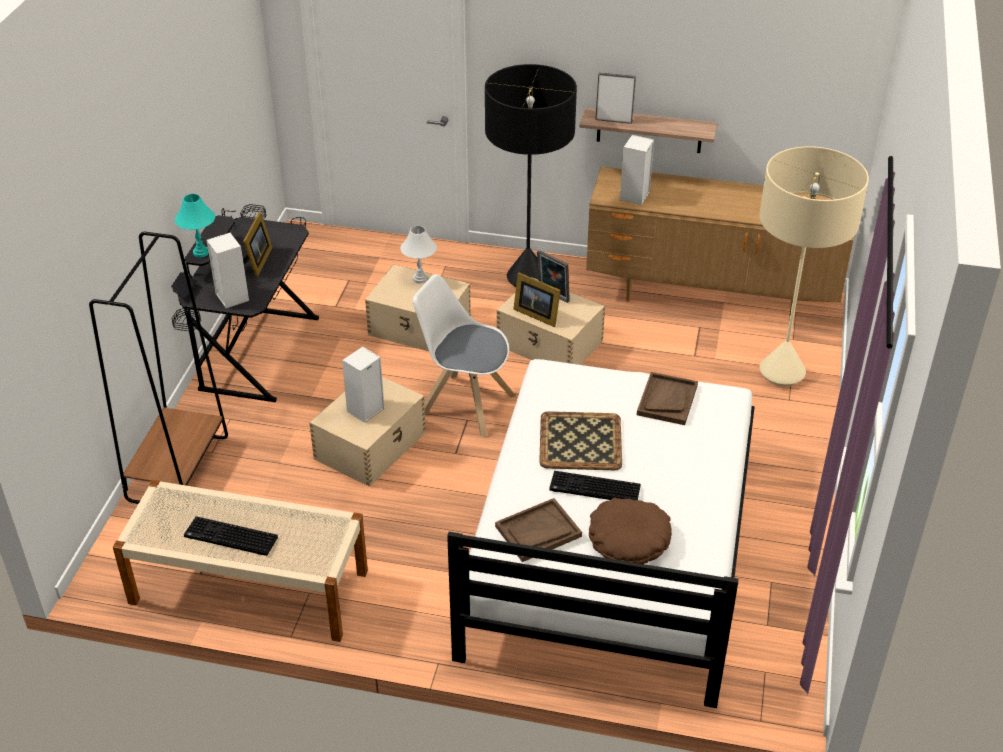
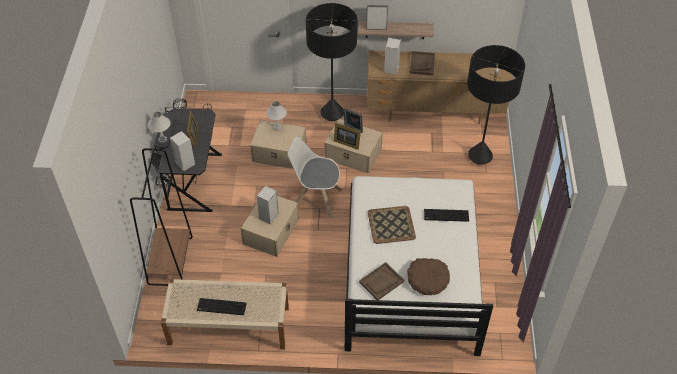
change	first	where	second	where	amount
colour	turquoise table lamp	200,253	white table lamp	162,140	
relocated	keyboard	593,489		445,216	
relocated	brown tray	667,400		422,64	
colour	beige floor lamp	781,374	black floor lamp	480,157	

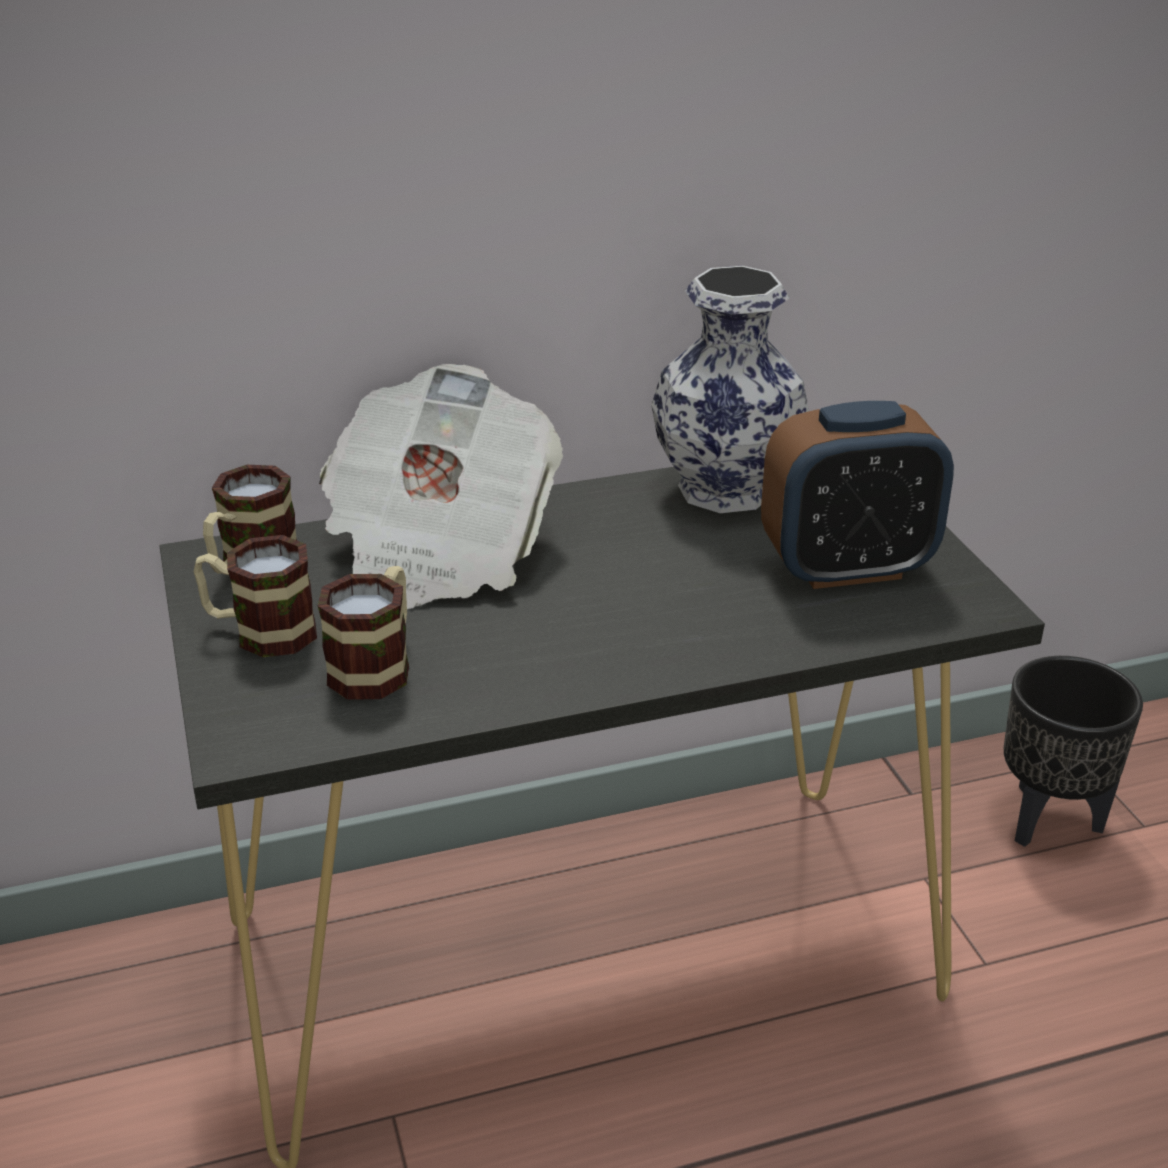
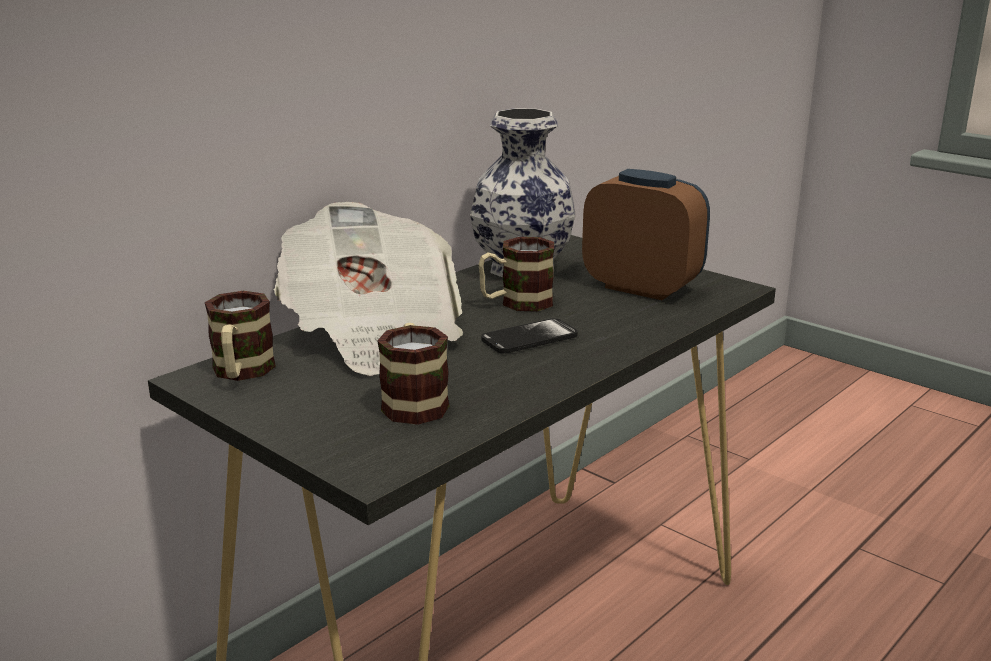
change	first	where	second	where	amount
relocated	mug	260,631		516,303	
spun	alarm clock	847,568		642,288	105 degrees counterclockwise
missing	black planter	1047,820			
appeared			phone	529,338	

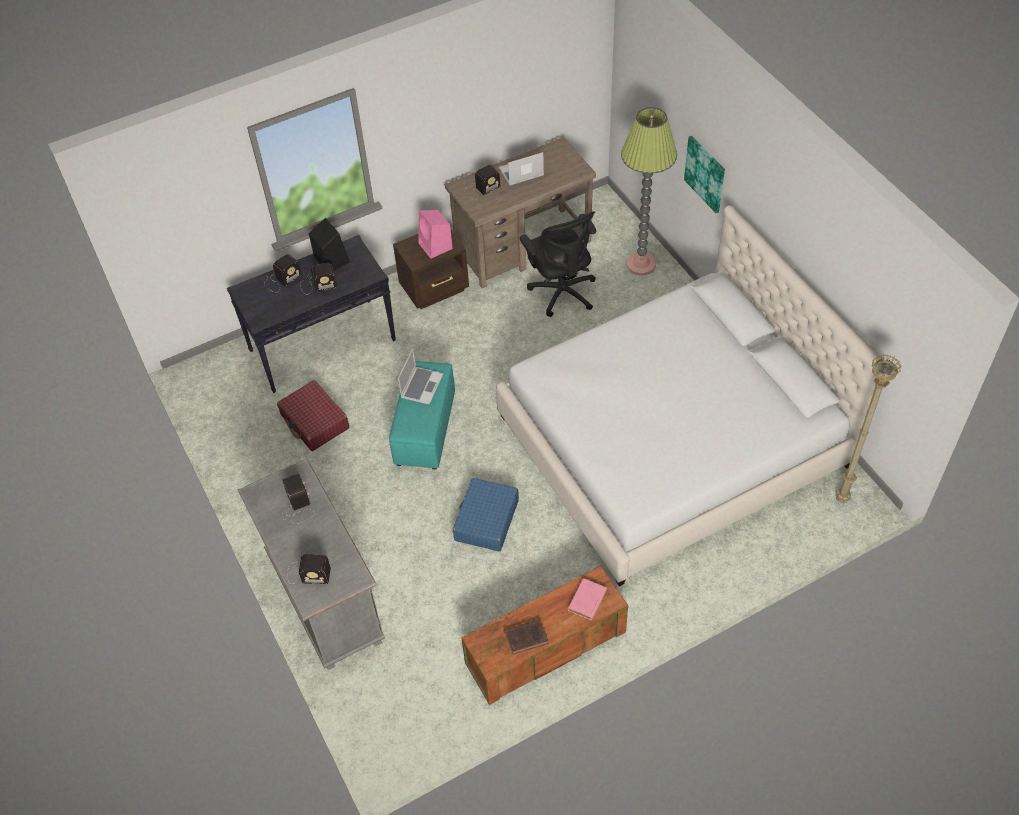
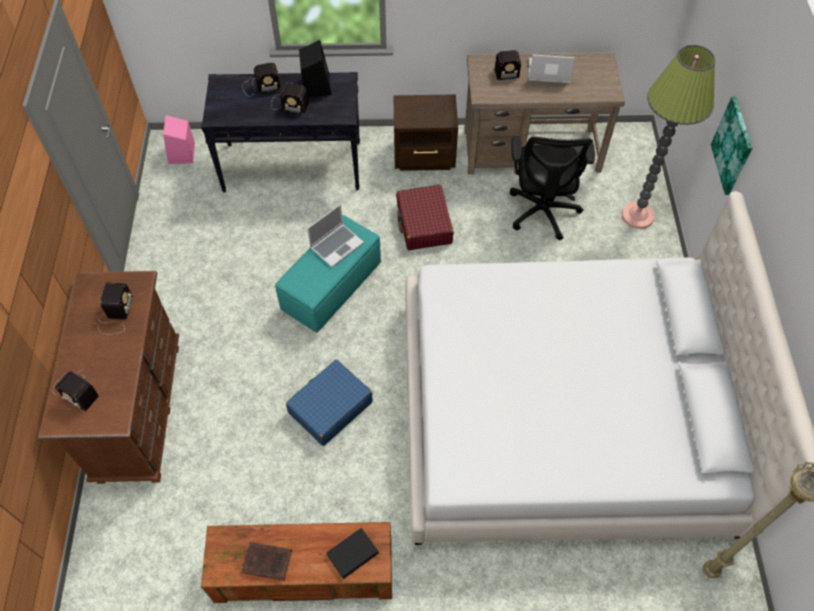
change	first	where	second	where	amount
colour	grey dresser	325,599	brown dresser	139,411	
relocated	red suitcase	315,422		424,224	
relocated	pink speaker	436,246		182,154	
colour	pink book	587,601	black book	351,555	

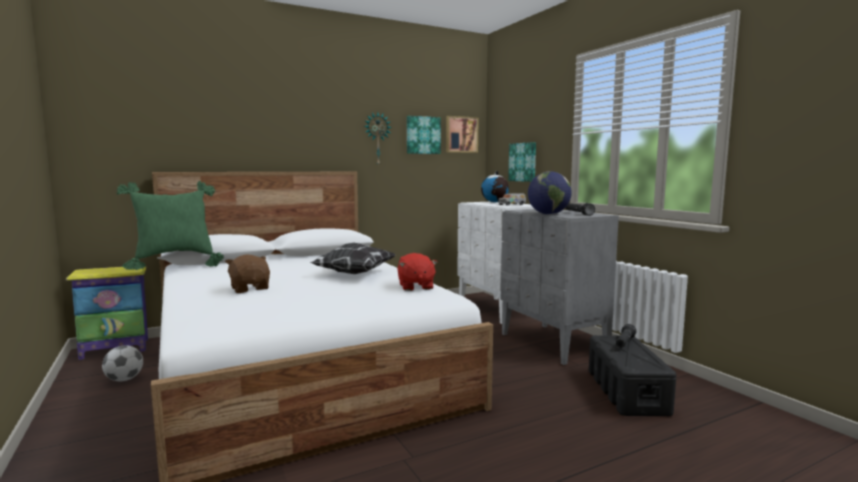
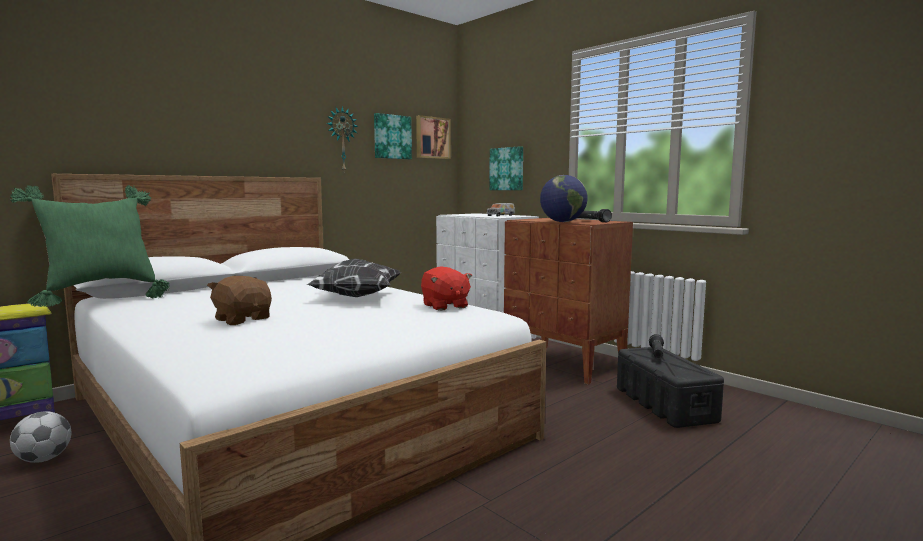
change	first	where	second	where	amount
missing	globe	494,202			
colour	grey dresser	552,344	brown dresser	563,364	

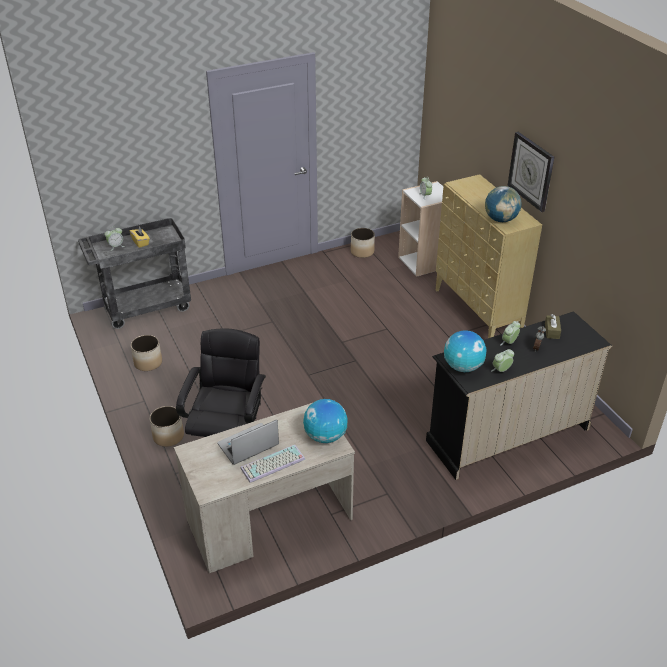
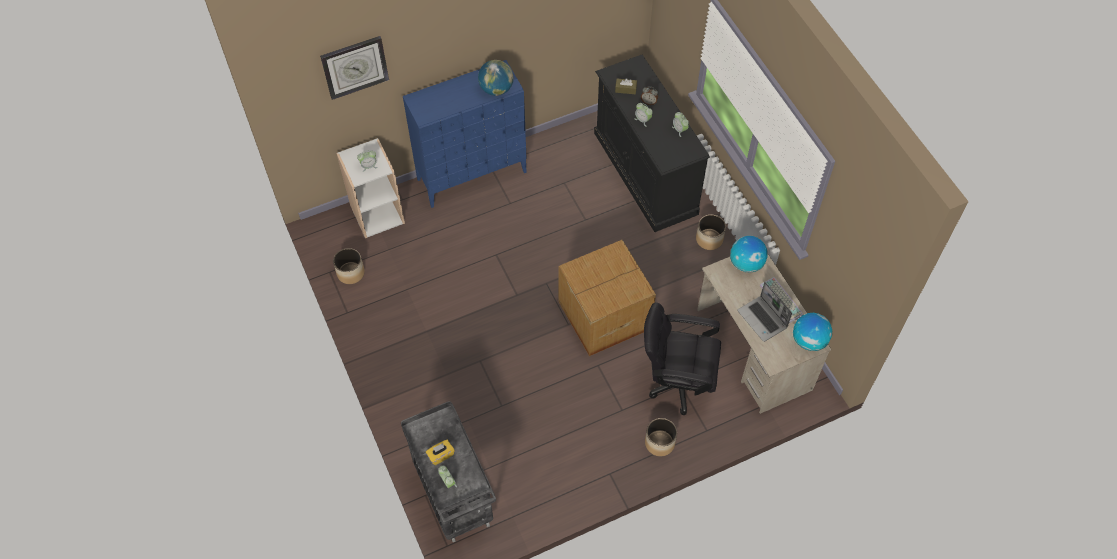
change	first	where	second	where	amount
relocated	planter	148,363		709,239	
colour	beige dresser	476,313	blue dresser	473,176	
relocated	globe	463,367		809,340	
relocated	wall clock	531,171		355,67	
appeared			cardboard box	602,315	

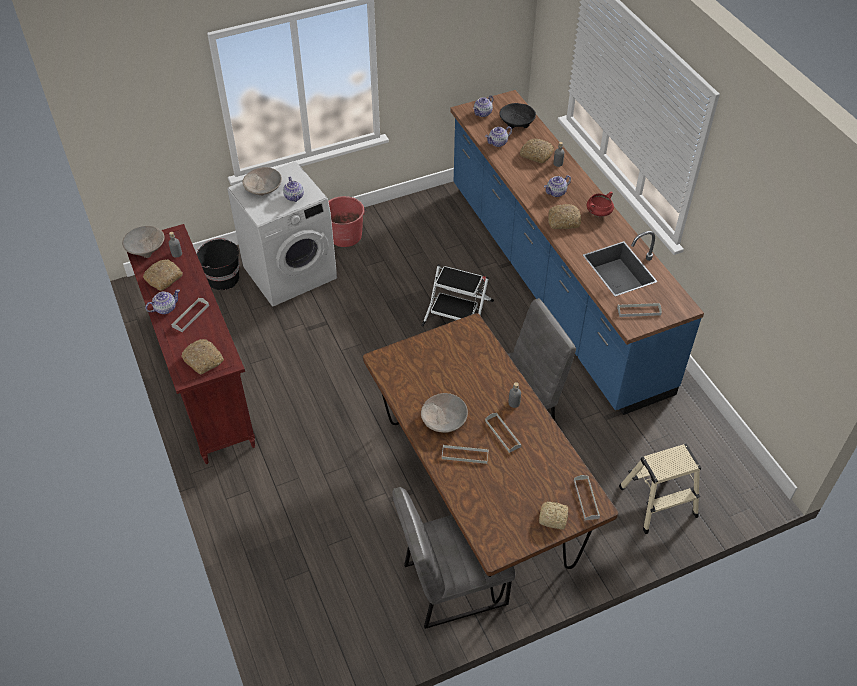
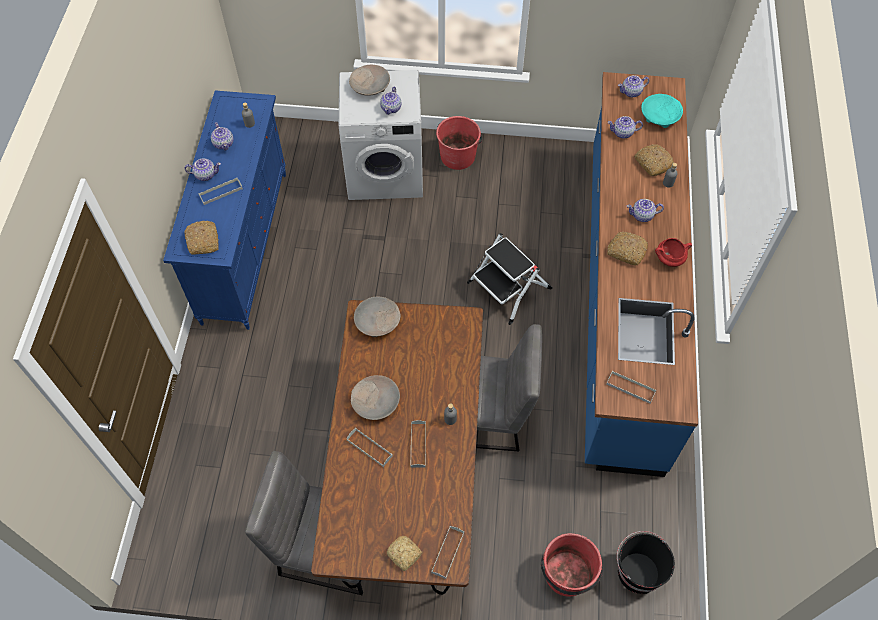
change	first	where	second	where	amount
relocated	beige bowl	145,247		377,322	
colour	red dresser	202,383	blue dresser	244,246	
exchanged	bread	164,278	teapot	223,143	
relocated	black bucket	222,278		637,572	
colour	black bowl	516,121	turquoise bowl	659,116	
exchanged	beige step ladder	657,501	red bucket	567,575	

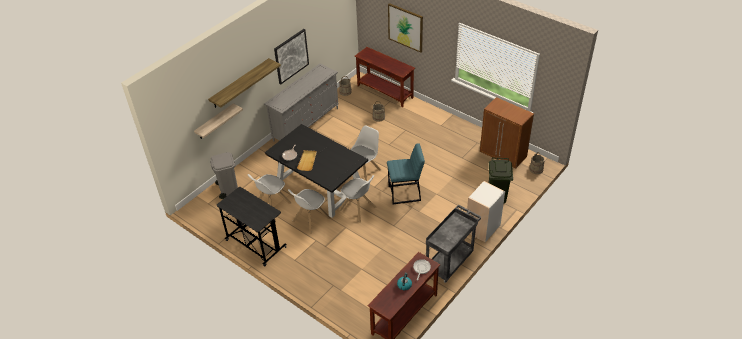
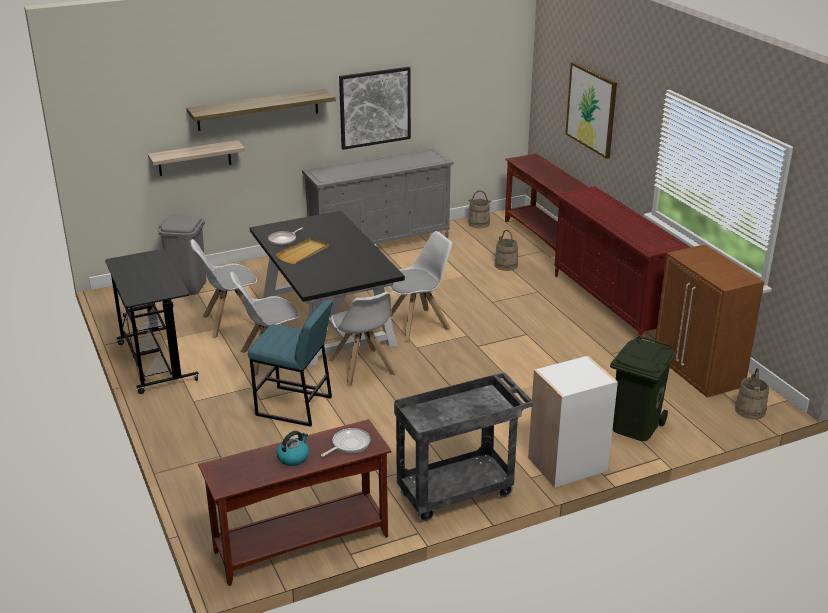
change	first	where	second	where	amount
relocated	blue stool	405,193		296,406	
appeared			red dresser	611,304	

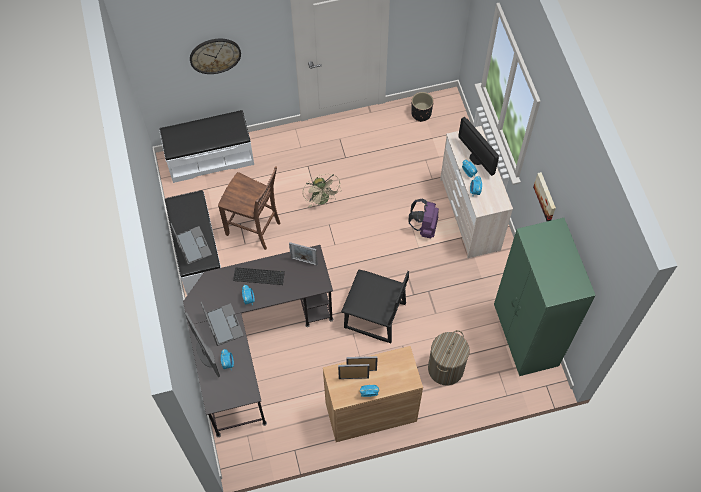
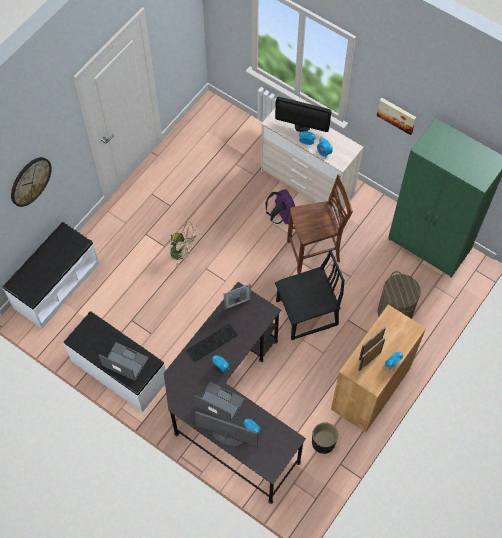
change	first	where	second	where	amount
relocated	brown chair	254,229		315,252	
relocated	black planter	421,113		323,442	

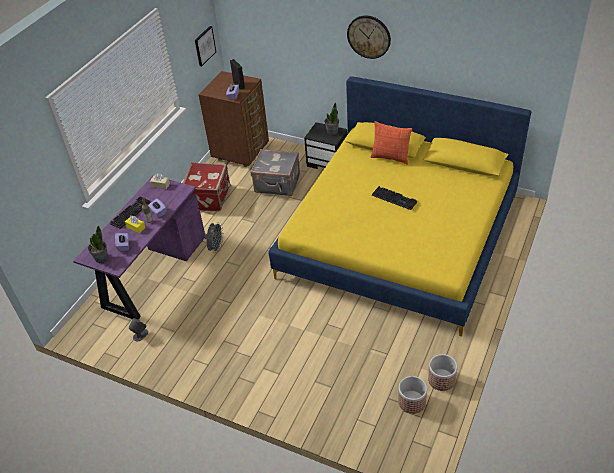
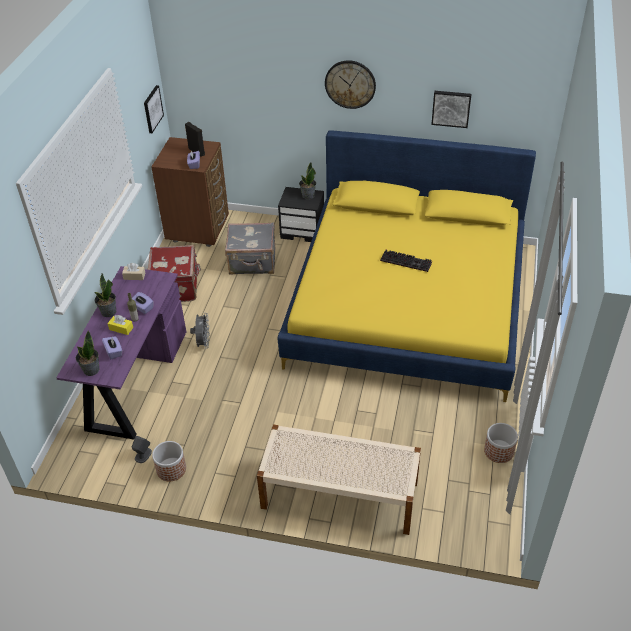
change	first	where	second	where	amount
exchanged	keyboard	130,212	potted plant	108,312	
missing	orange pillow	390,158			
relocated	planter	411,402		171,469	
appeared			beige bench	339,495	
appeared			picture	451,108	

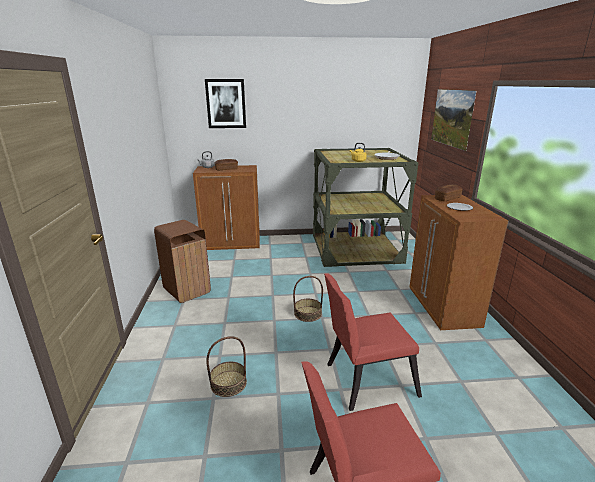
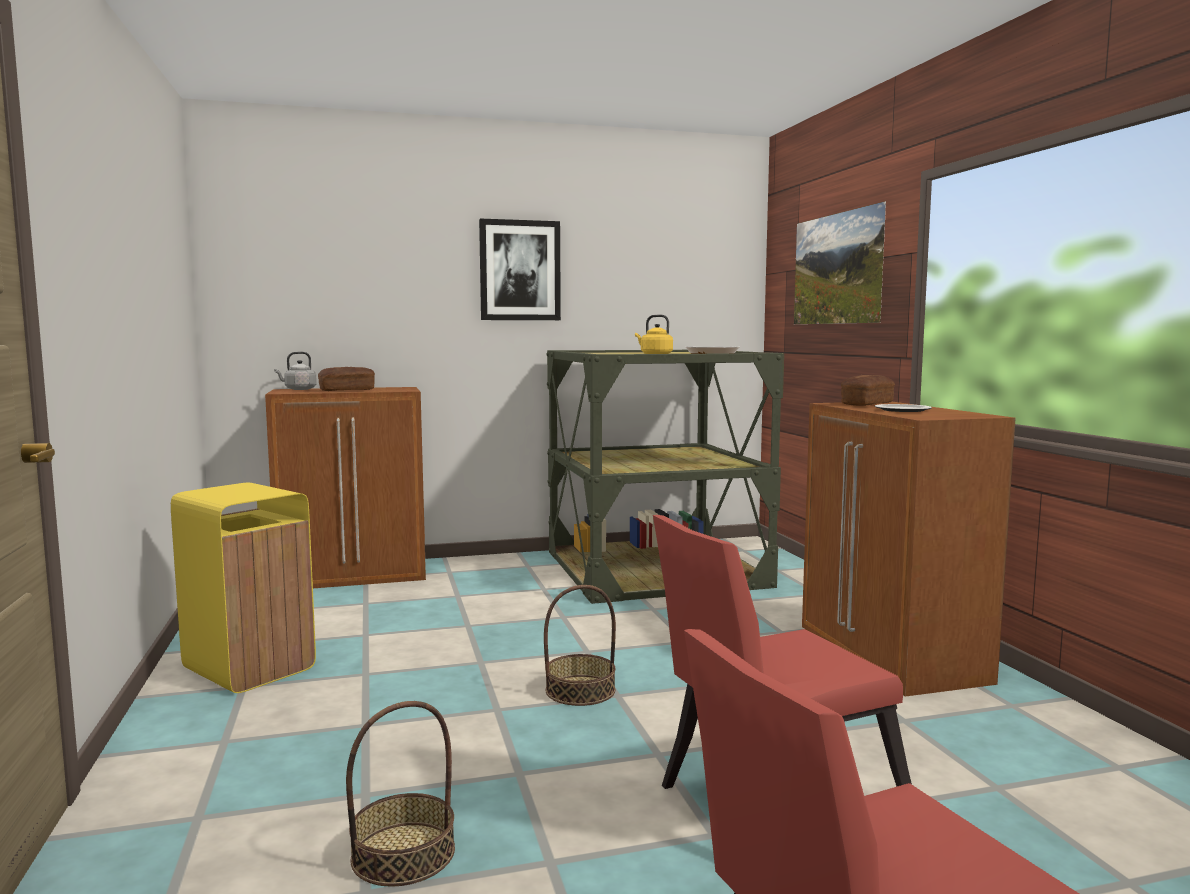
change	first	where	second	where	amount
colour	brown trash can	187,290	yellow trash can	250,668	
relocated	picture	226,104		520,270	

